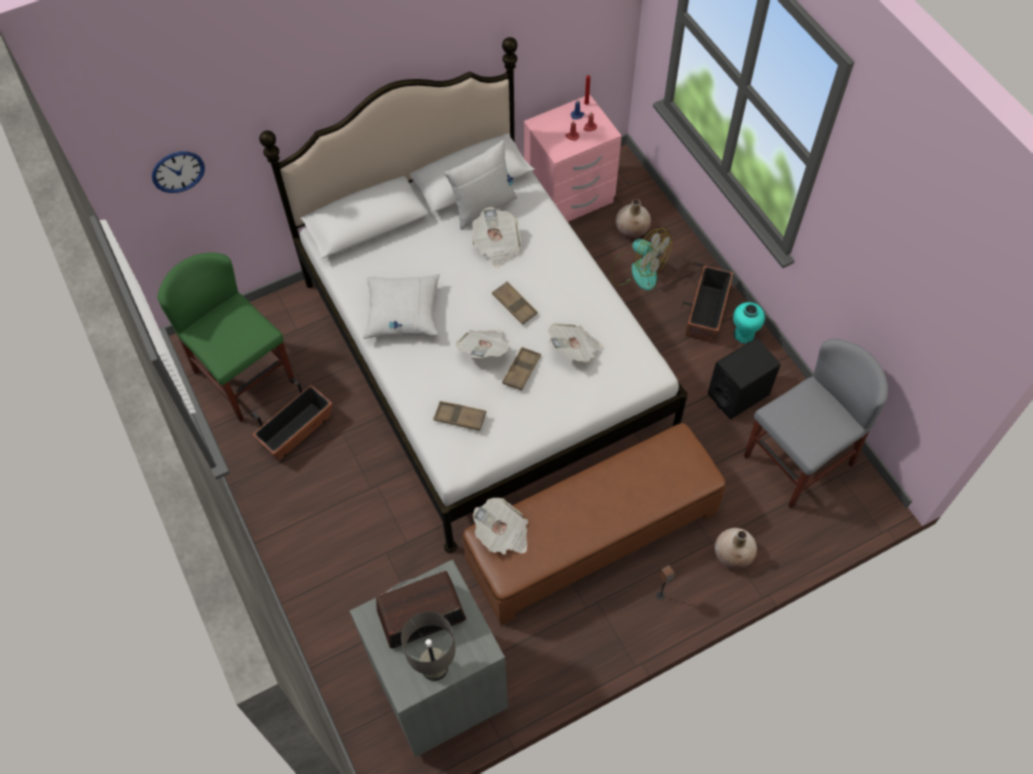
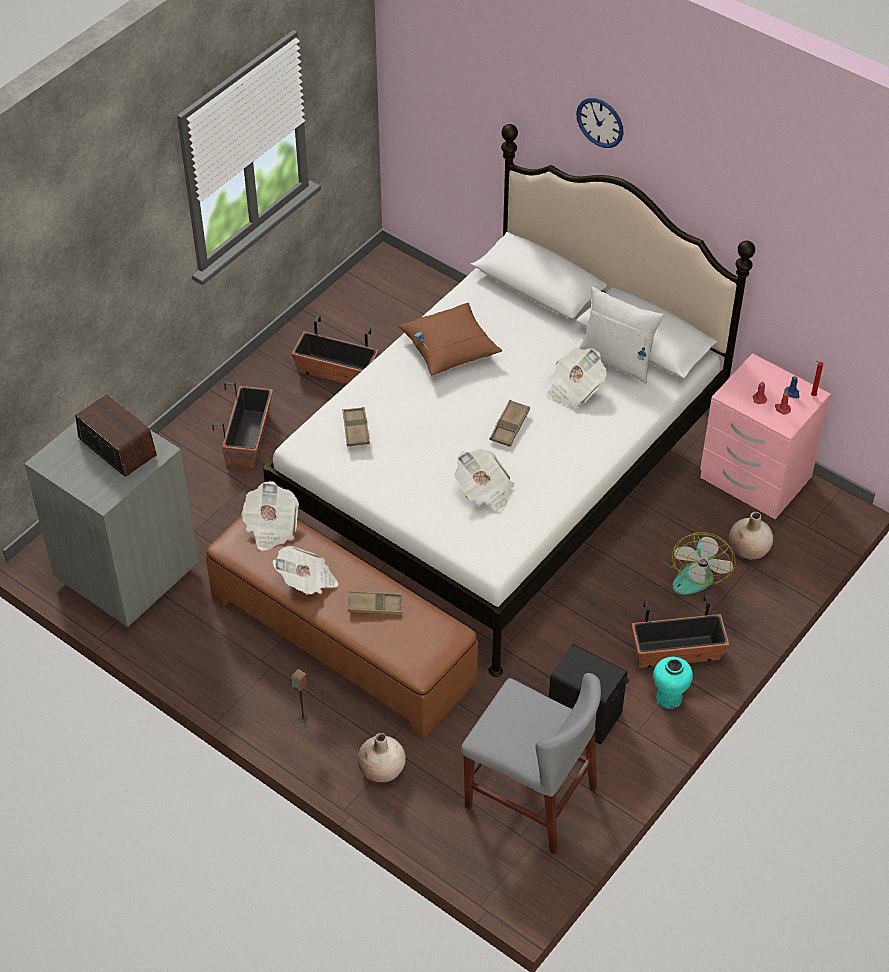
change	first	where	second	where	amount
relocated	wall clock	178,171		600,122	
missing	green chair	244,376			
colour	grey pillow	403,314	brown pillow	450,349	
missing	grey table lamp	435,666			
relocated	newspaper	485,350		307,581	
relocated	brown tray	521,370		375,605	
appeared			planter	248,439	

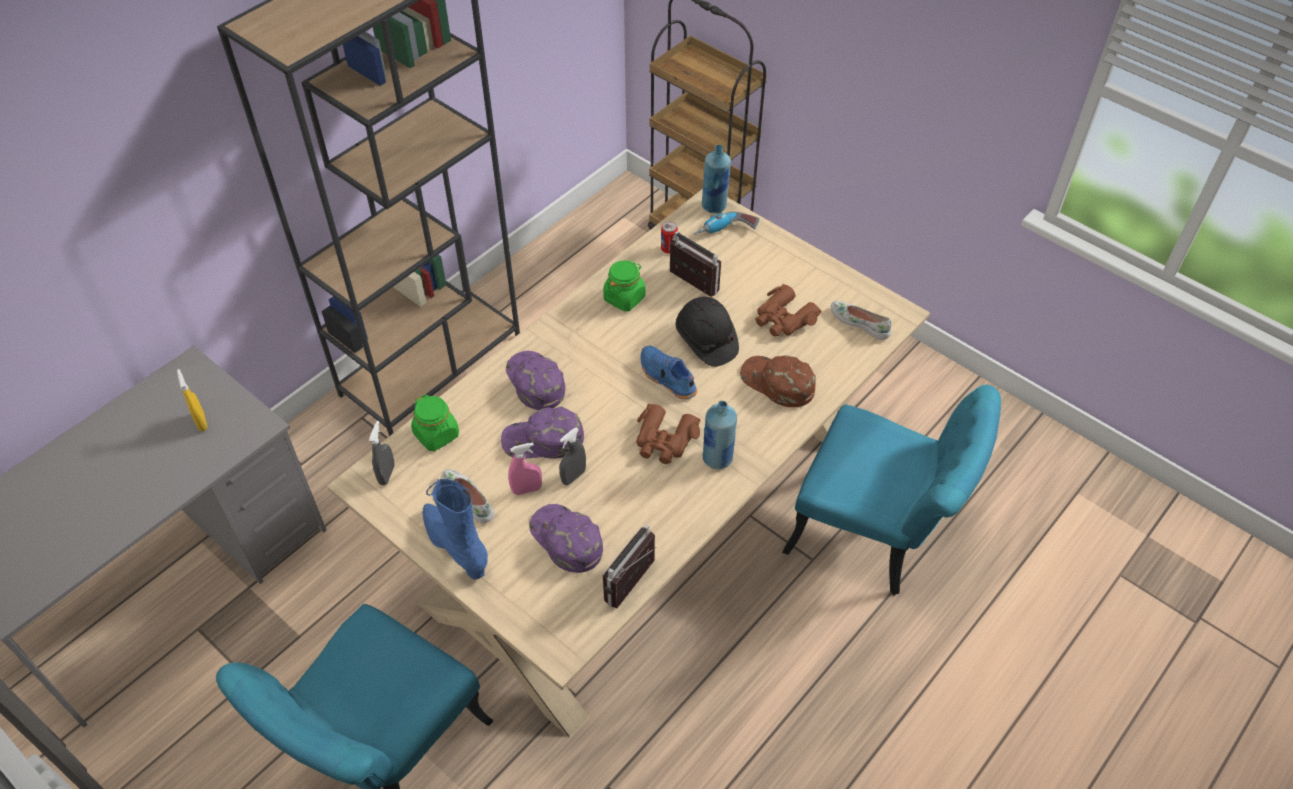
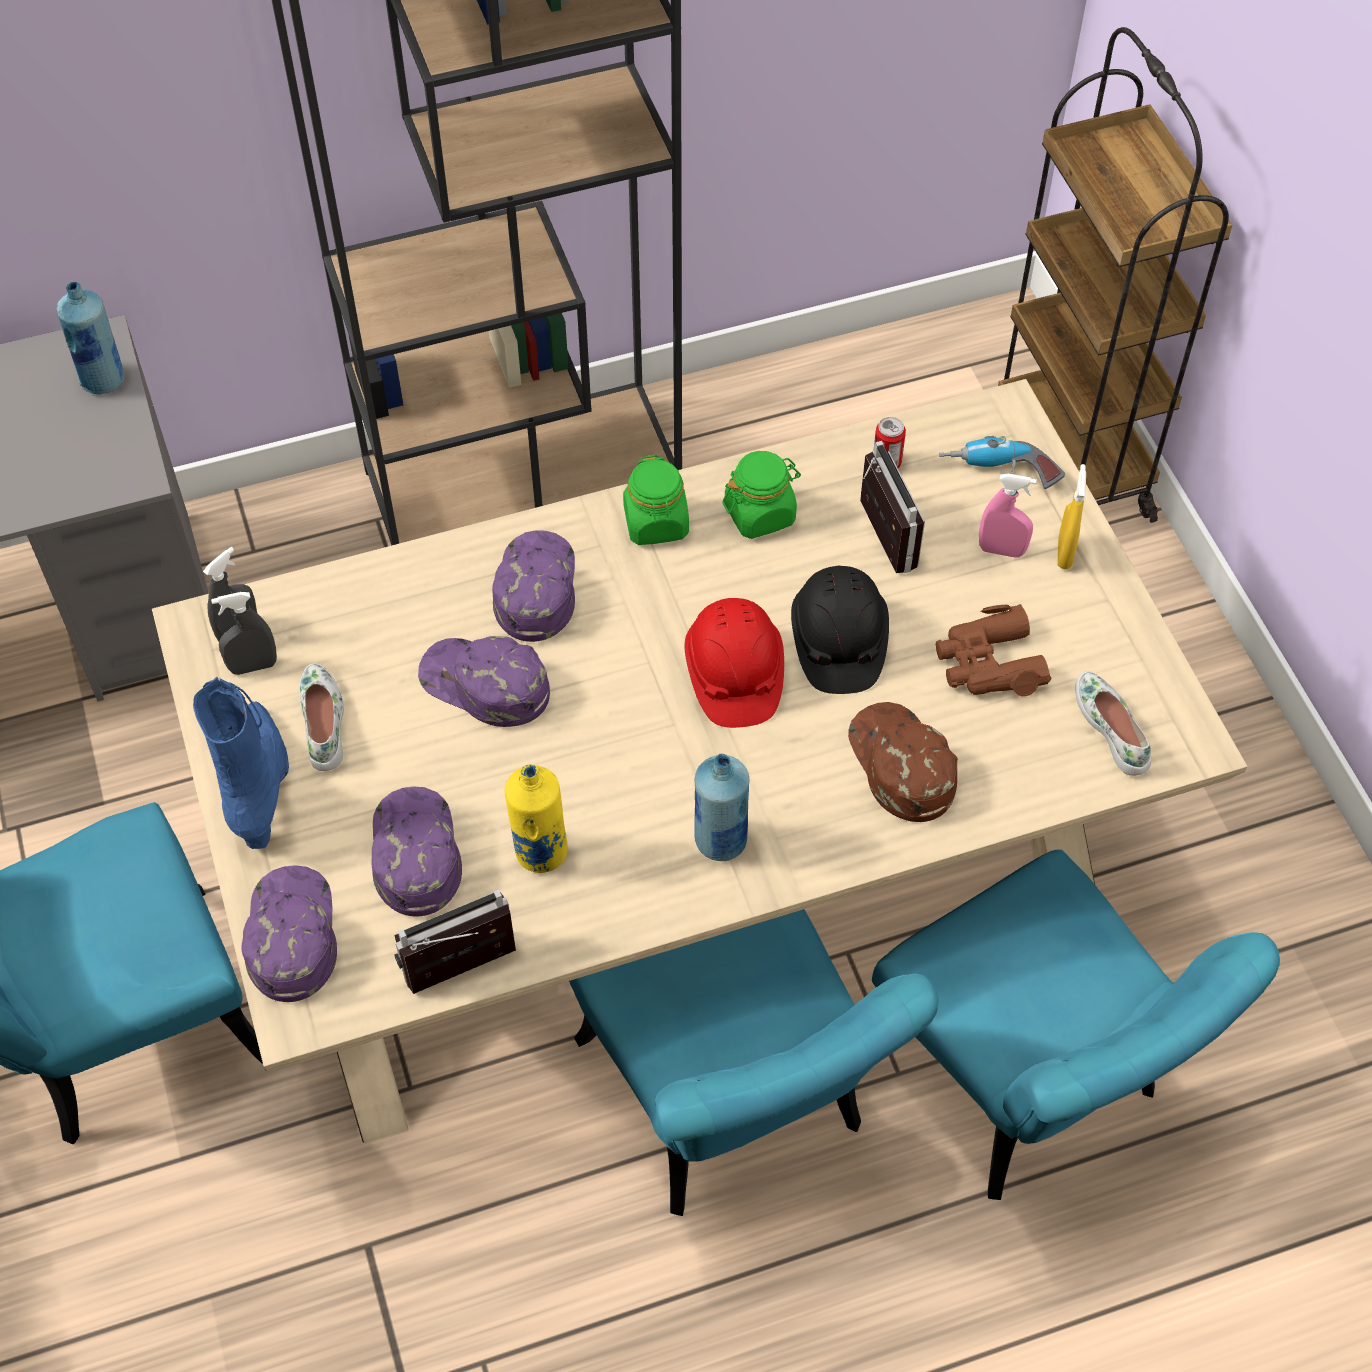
change	first	where	second	where	amount
relocated	yellow spray bottle	201,422		1064,553	
relocated	green jar	437,435		656,523	
relocated	pink spray bottle	527,489		1001,550	
relocated	grey spray bottle	573,476		253,666	
missing	brown binoculars	664,440			
exchanged	blue shoe	666,378	red hard hat	733,675	
relocated	blue bottle	714,206		103,380	
appeared			purple cap	290,935	
appeared			yellow bottle	540,852	
appeared			turquoise chair	735,1108	

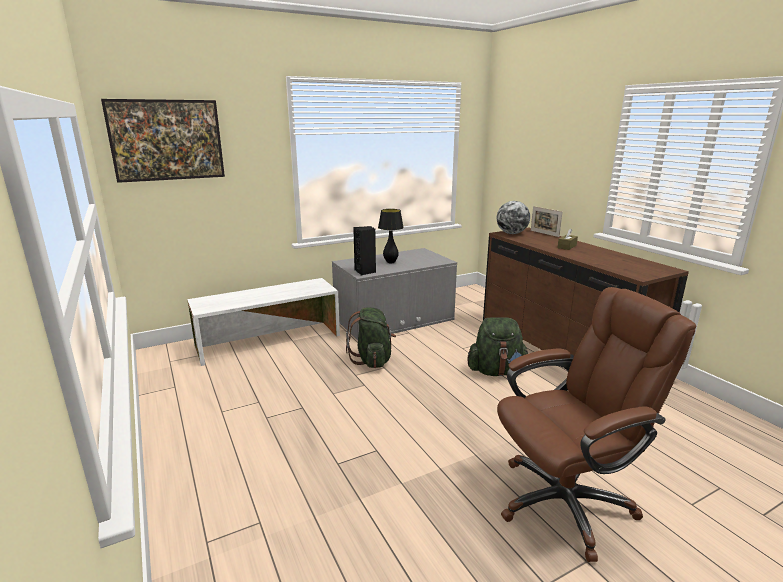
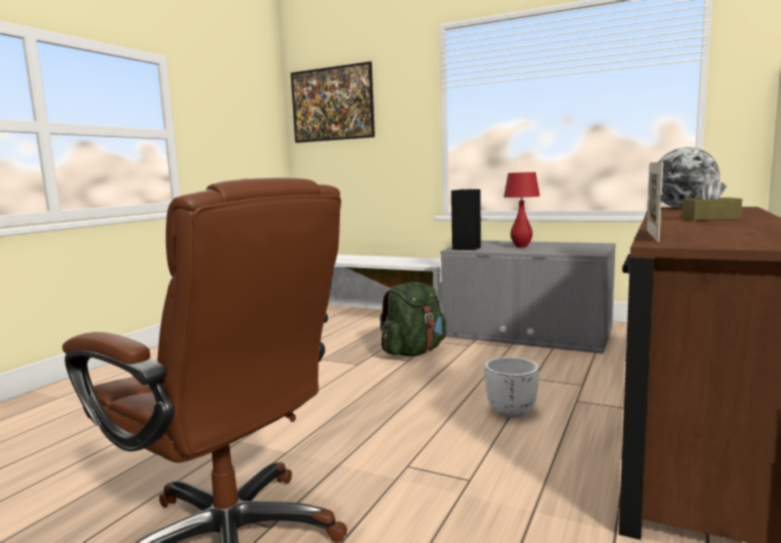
change	first	where	second	where	amount
colour	black table lamp	390,262	red table lamp	521,247	
exchanged	green backpack	496,371	white planter	512,412	
relocated	picture frame	544,233		652,235	

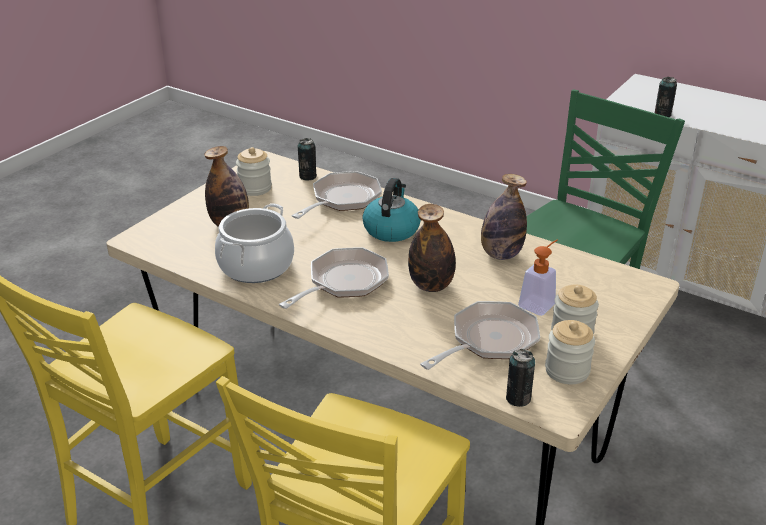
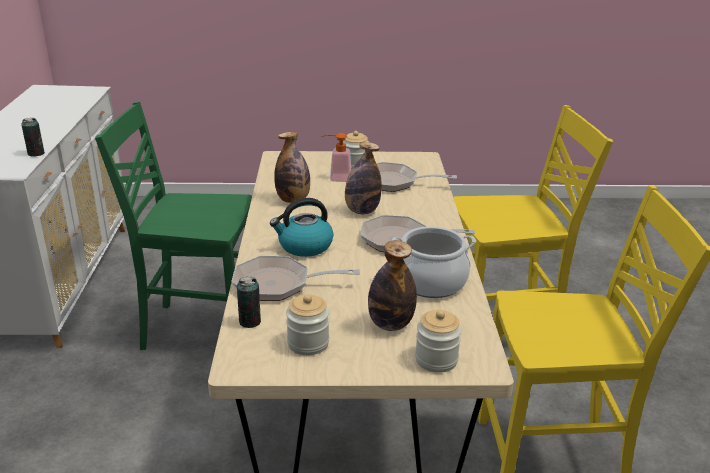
change	first	where	second	where	amount
missing	can	518,398			
relocated	jar	567,370		436,359	

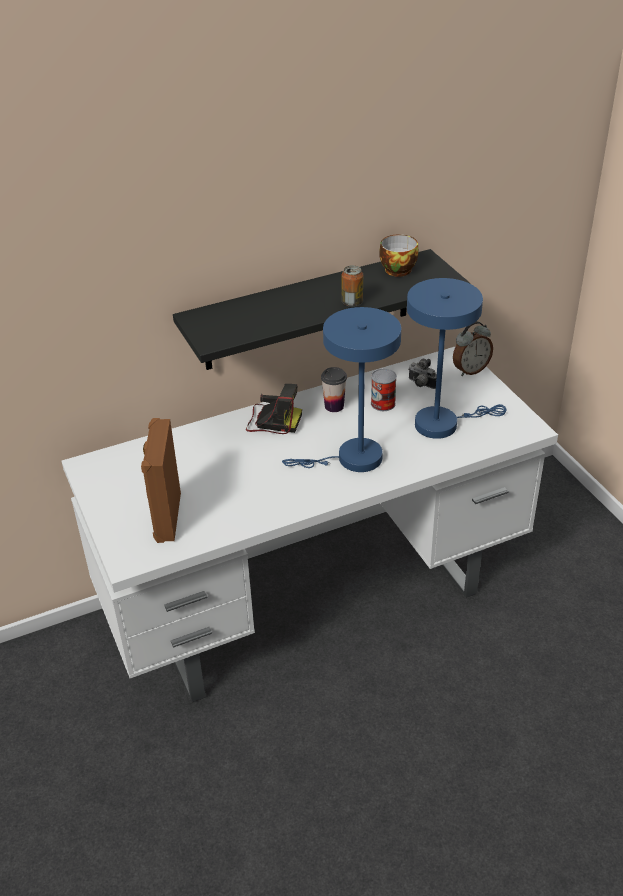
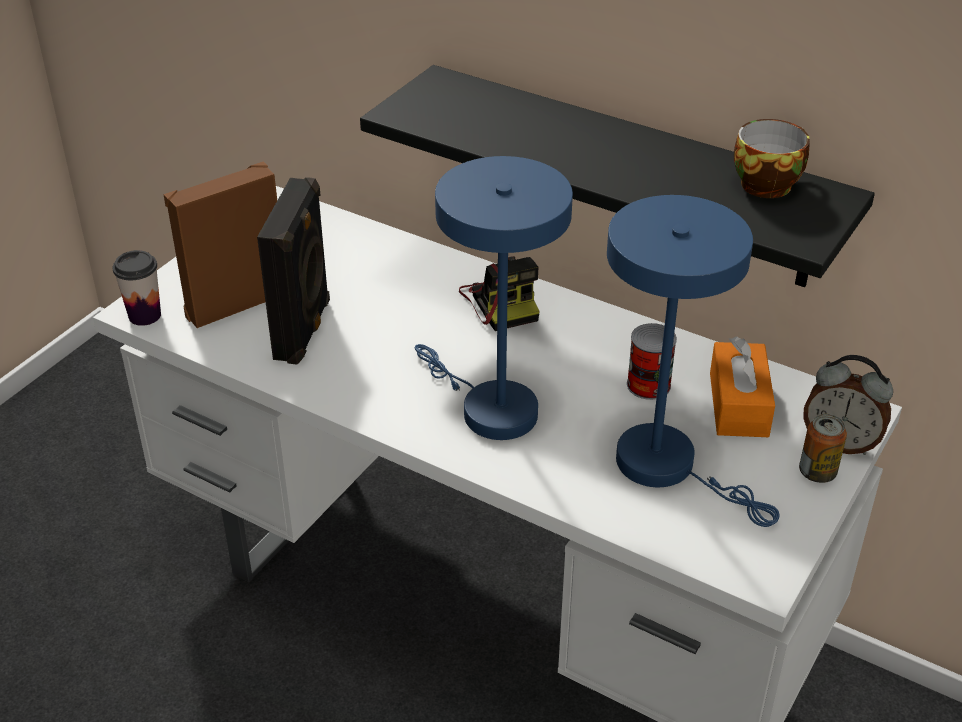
change	first	where	second	where	amount
relocated	cup	334,406		144,315	
relocated	can	352,302		817,472	
exchanged	photo camera	421,385	orange tissue box	738,404	
appeared			black speaker	304,330	

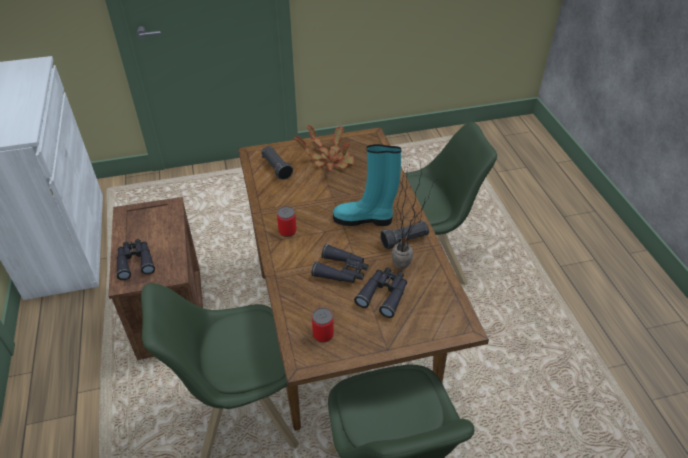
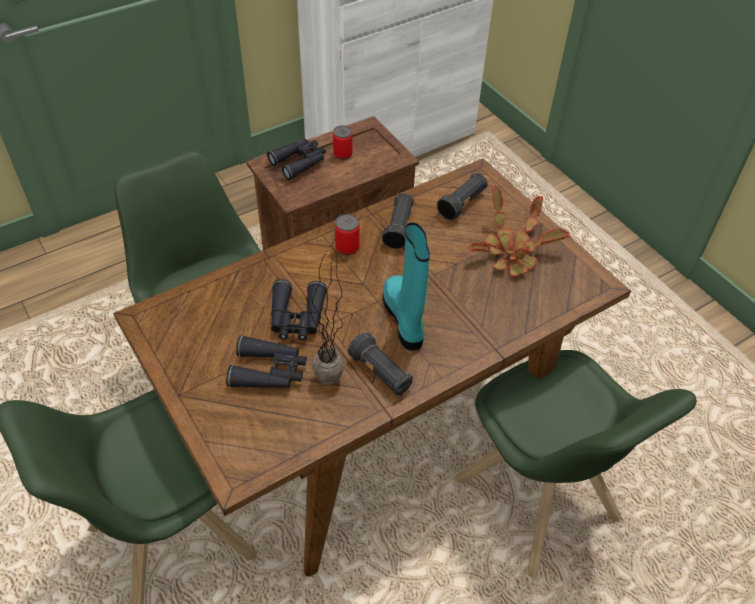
change	first	where	second	where	amount
relocated	can	323,334		342,154	
appeared			black flashlight	399,228	

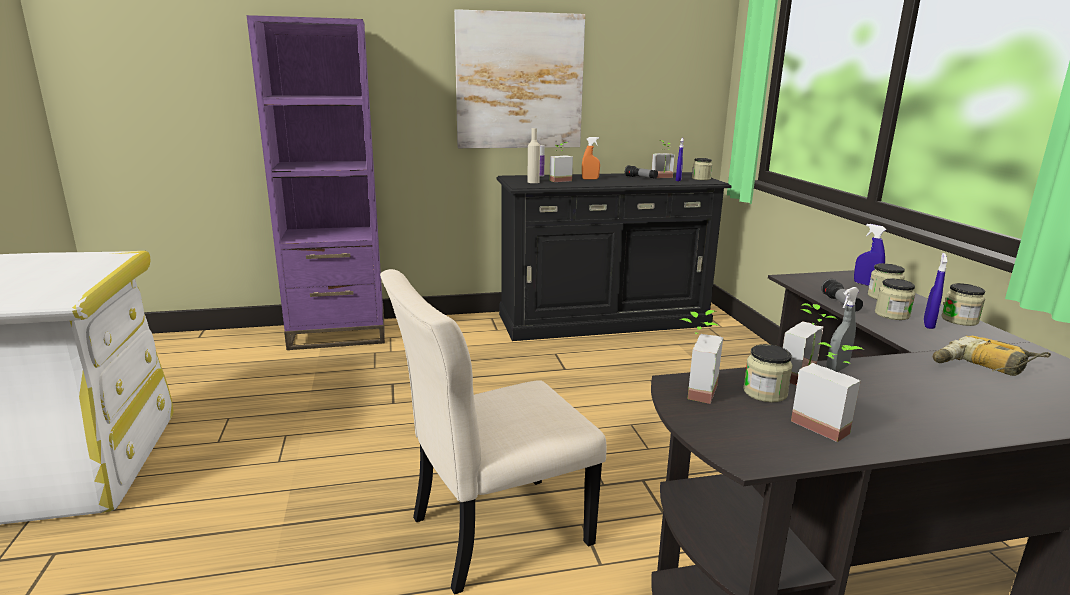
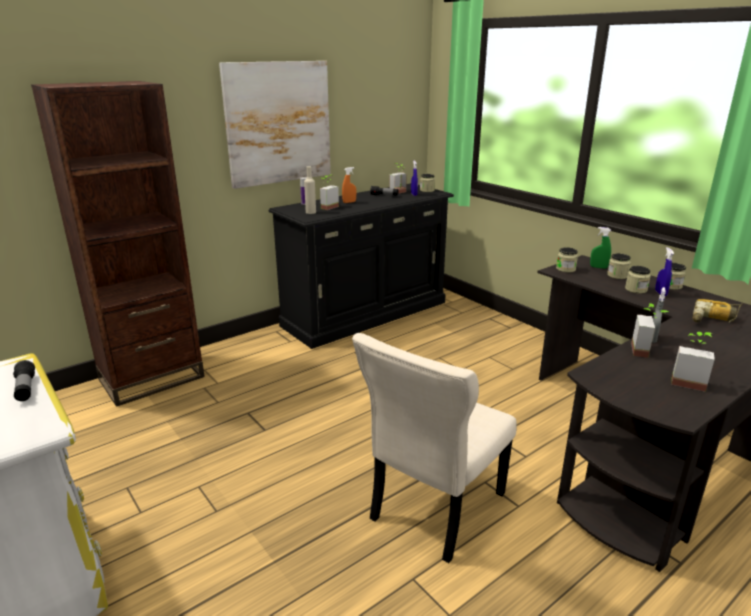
change	first	where	second	where	amount
colour	purple bookcase	338,334	brown bookcase	152,378	
missing	potted plant	693,389			
relocated	jar	765,393		565,269	
relocated	flashlight	840,304		25,389	
colour	blue spray bottle	866,284	green spray bottle	598,267	

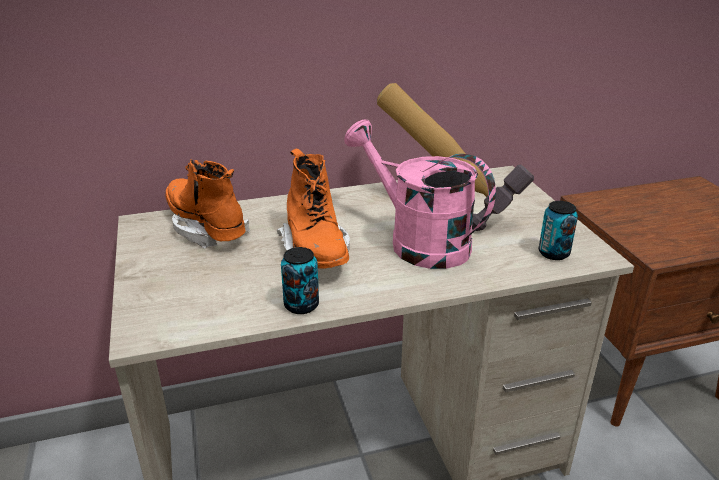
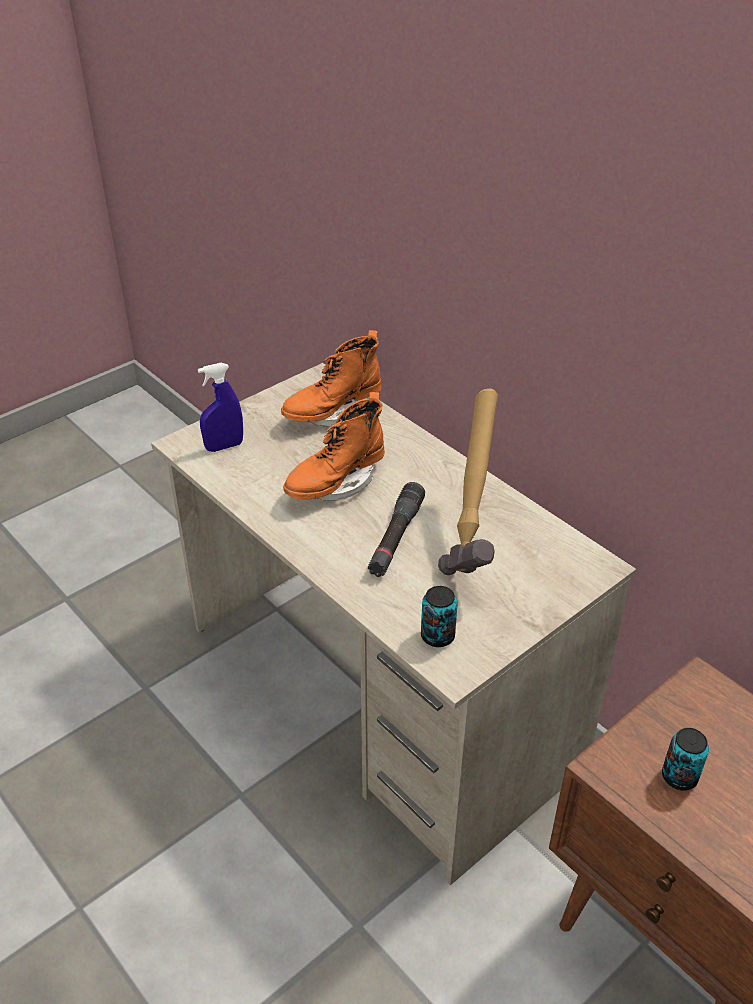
change	first	where	second	where	amount
spun	orange boot	207,228		333,412	150 degrees counterclockwise
relocated	can	301,305		679,777	
exchanged	pink watering can	417,241	black flashlight	396,537	
appeared			blue spray bottle	224,446	

